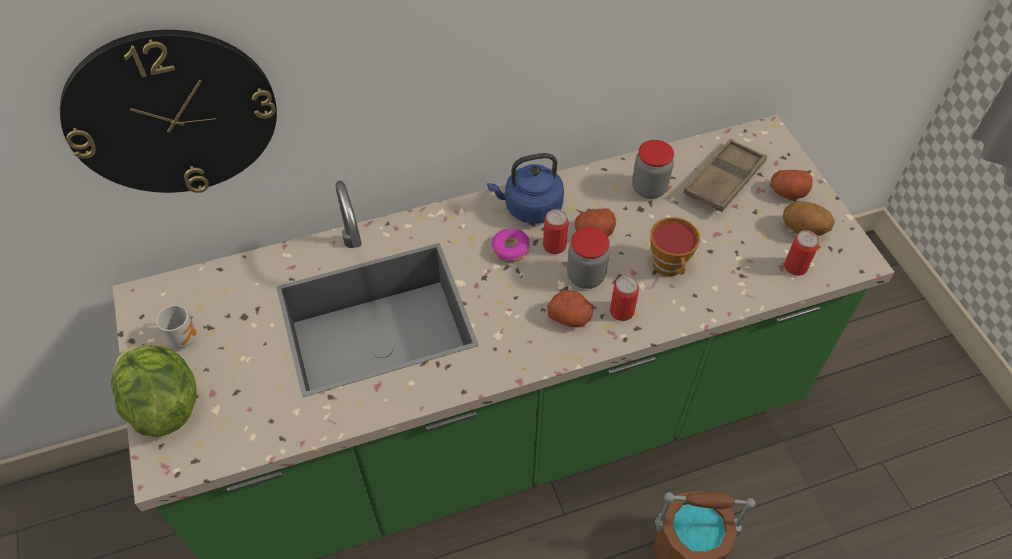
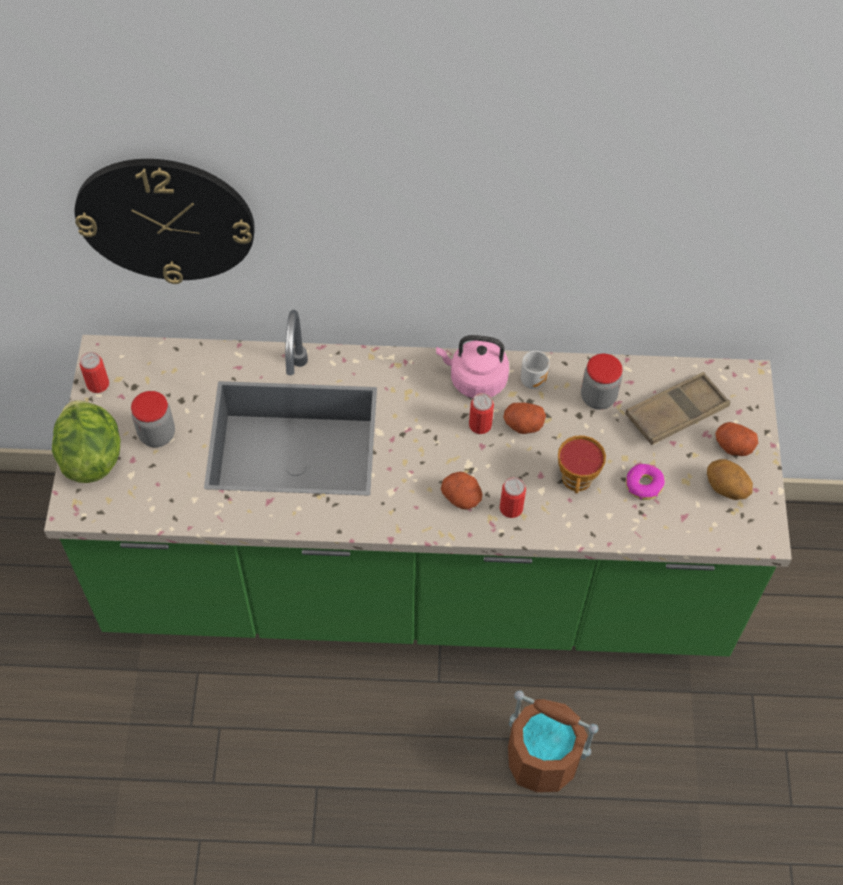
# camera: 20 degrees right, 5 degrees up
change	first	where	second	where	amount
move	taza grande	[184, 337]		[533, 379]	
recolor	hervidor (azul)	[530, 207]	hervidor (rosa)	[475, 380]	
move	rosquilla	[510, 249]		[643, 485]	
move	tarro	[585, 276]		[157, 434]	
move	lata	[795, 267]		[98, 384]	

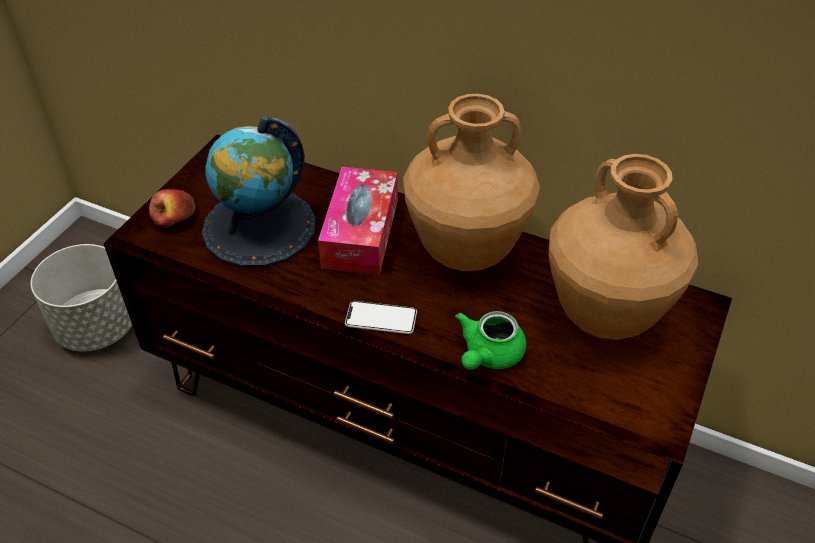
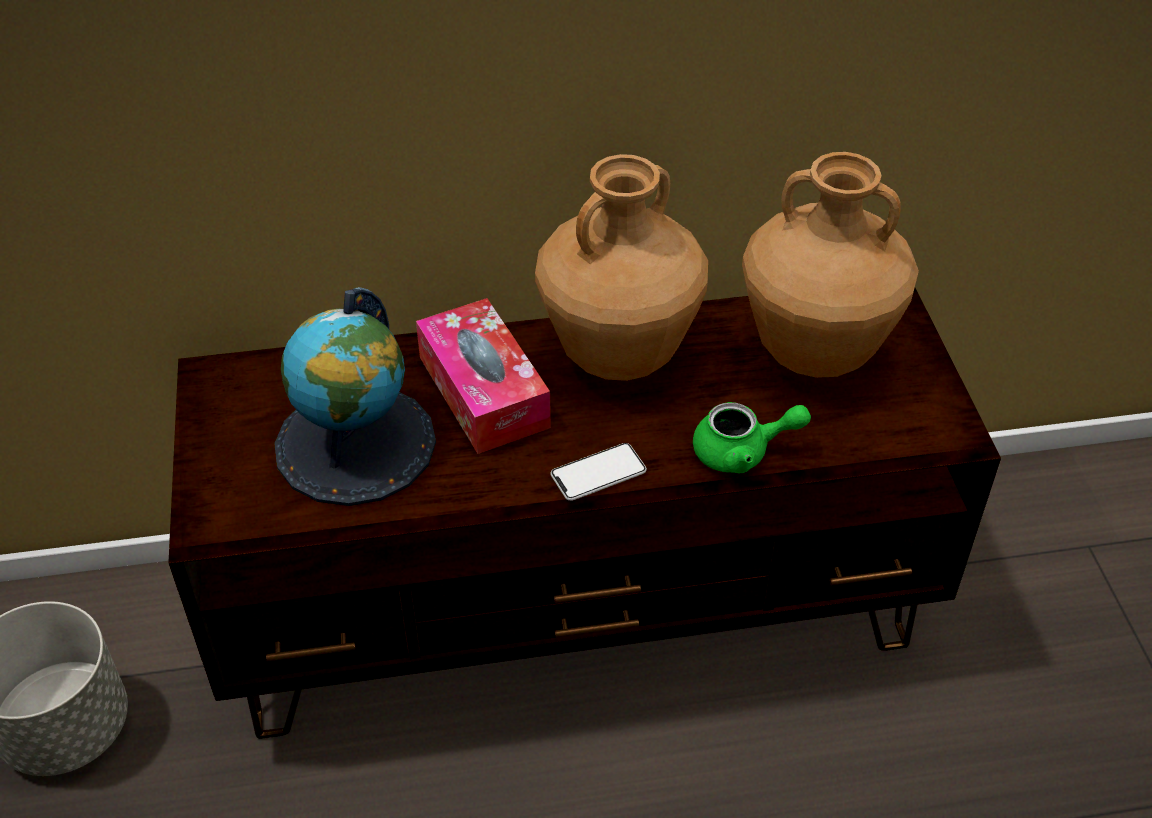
# camera: 35 degrees left, 0 degrees up
change	first	where	second	where	amount
delete	manzana	[174, 217]			
rotate	tetera (verde)	[488, 355]		[742, 452]	90 degrees counterclockwise

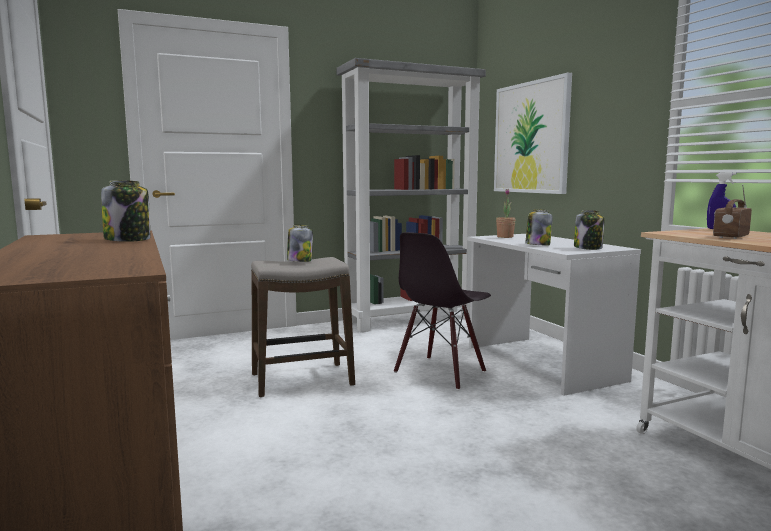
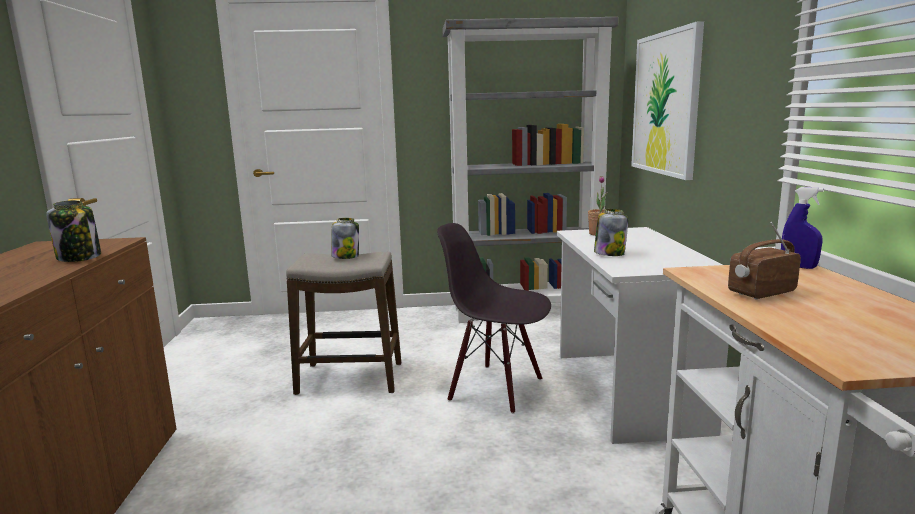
# camera: 20 degrees right, 5 degrees up
change	first	where	second	where	amount
rotate	silla (negro)	[440, 372]		[496, 388]	60 degrees clockwise
delete	tarro	[588, 248]			

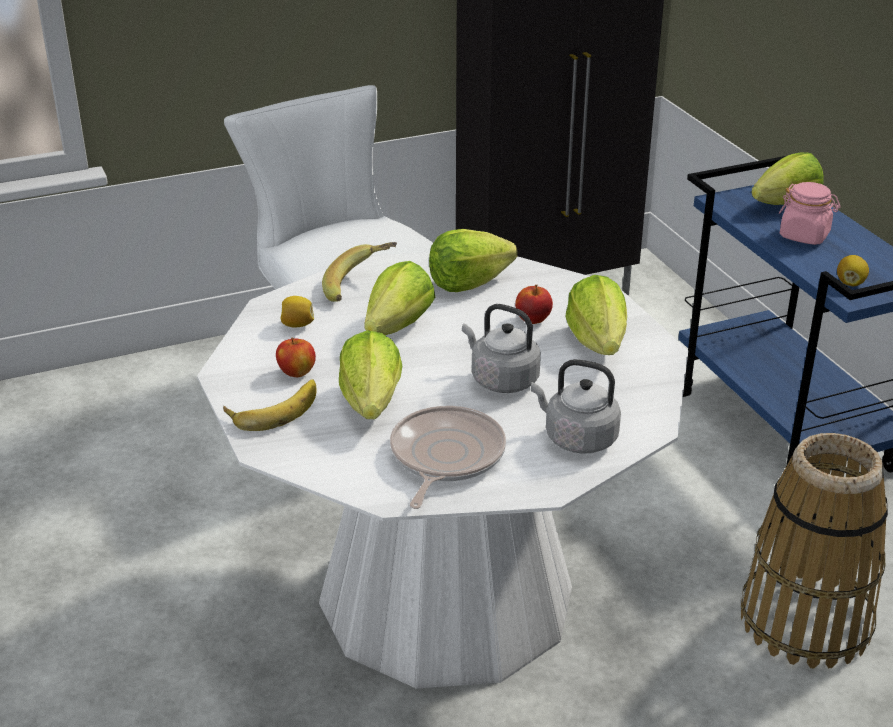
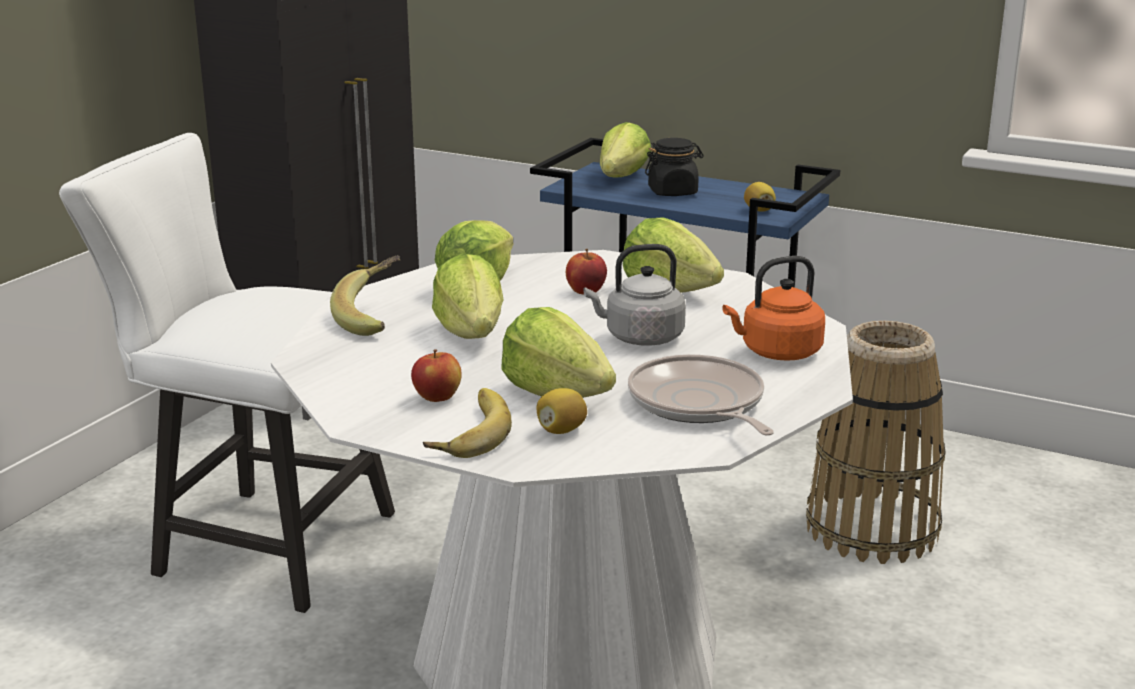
# camera: 40 degrees left, 10 degrees down
change	first	where	second	where	amount
move	limón	[297, 325]		[561, 430]	
recolor	hervidor (gris)	[577, 438]	hervidor (naranja)	[777, 352]	
recolor	tarro (rosa)	[804, 235]	tarro (negro)	[673, 192]	

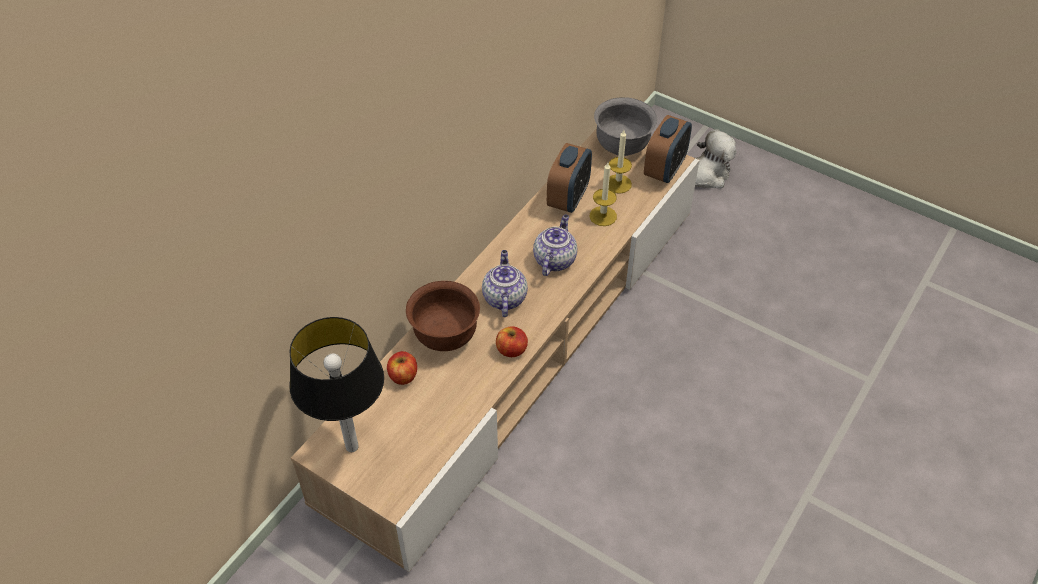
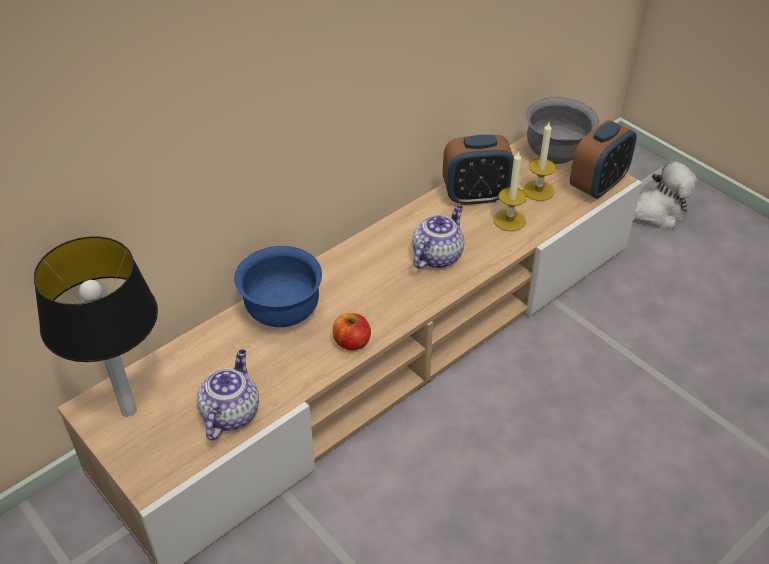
# camera: 15 degrees right, 5 degrees down
change	first	where	second	where	amount
delete	manzana	[403, 376]			
recolor	cuenco (marrón)	[445, 336]	cuenco (azul)	[283, 312]	
move	tetera	[504, 298]		[230, 413]	
rotate	despertador	[568, 198]		[476, 196]	45 degrees clockwise

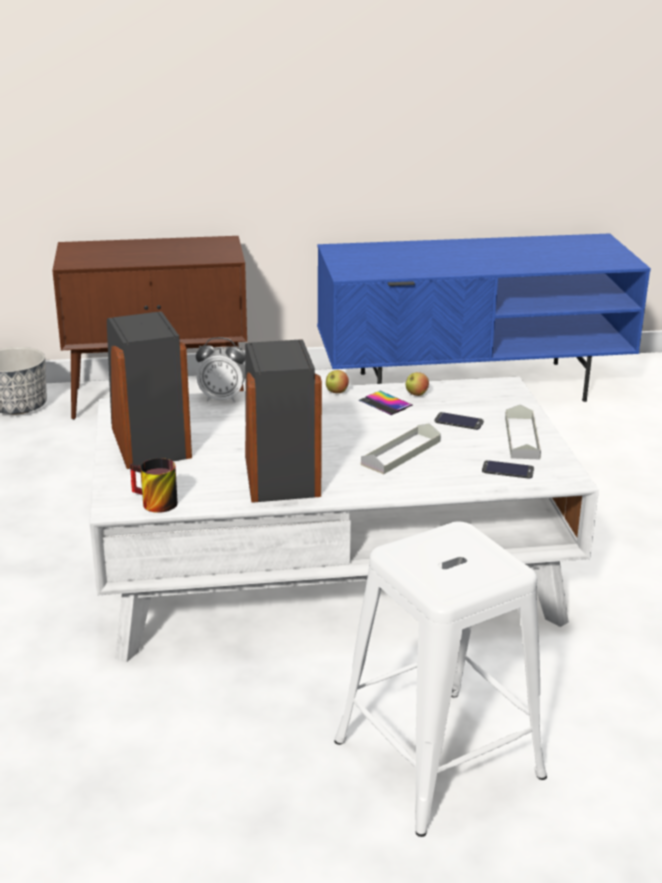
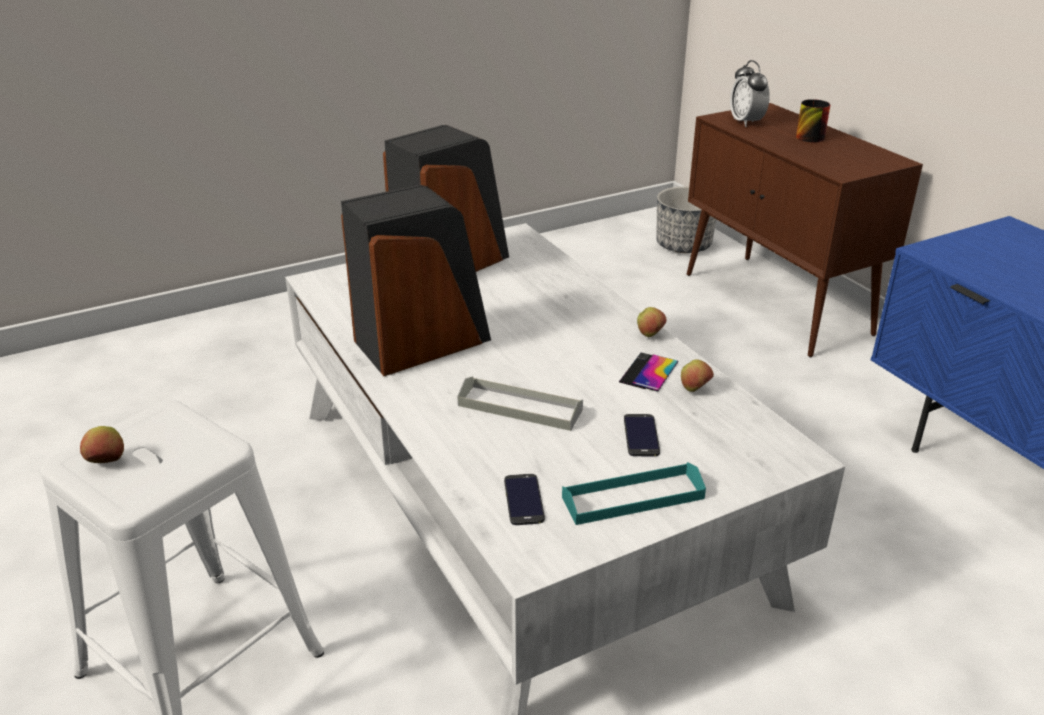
# camera: 70 degrees right, 5 degrees up
change	first	where	second	where	amount
move	taza grande	[153, 503]		[807, 135]	
move	despertador	[222, 398]		[746, 122]	
recolor	bandeja (gris)	[522, 437]	bandeja (turquesa)	[633, 498]	
insert			manzana	[107, 462]	

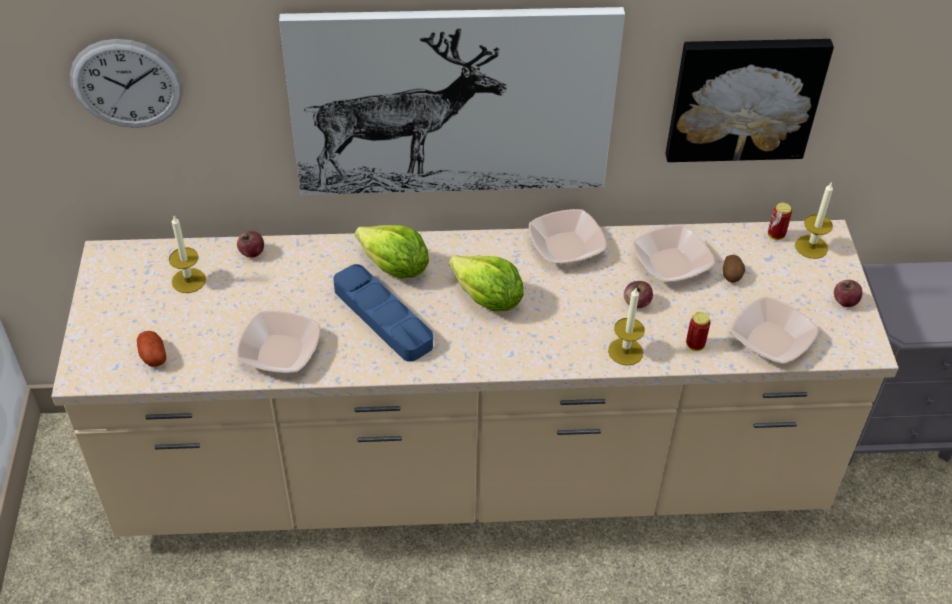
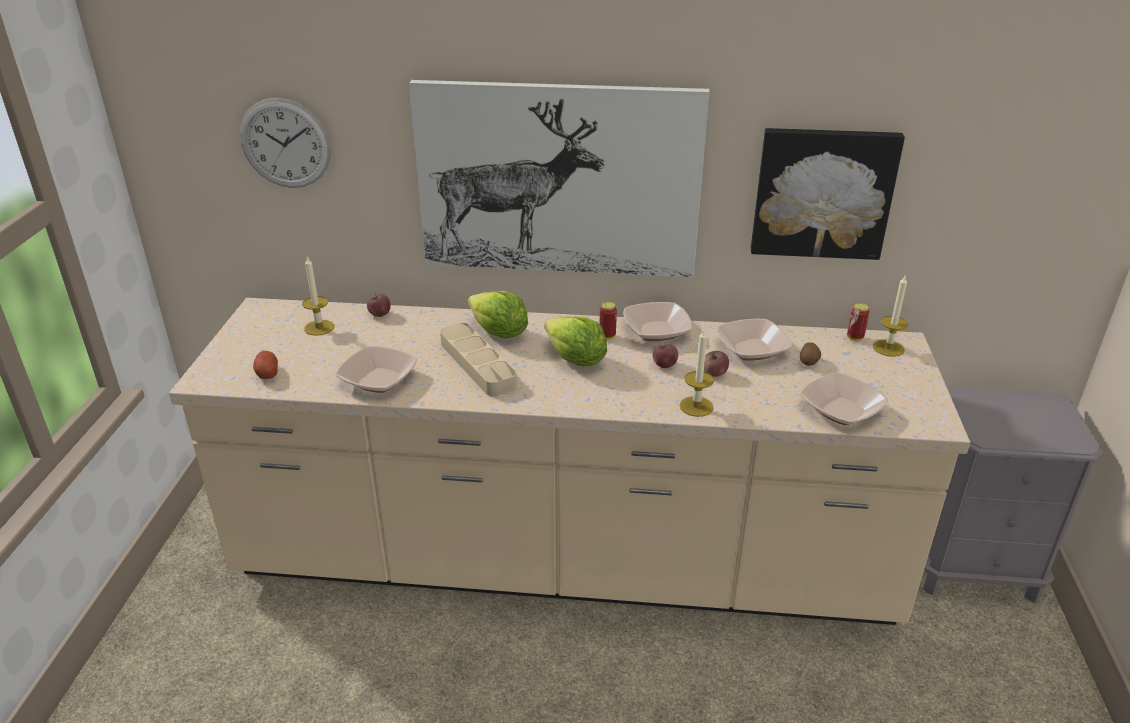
# camera: 10 degrees right, 15 degrees down
change	first	where	second	where	amount
recolor	bandeja (azul)	[382, 317]	bandeja (beis)	[477, 364]	
move	lata	[695, 345]		[607, 336]	
move	manzana	[844, 301]		[664, 365]	

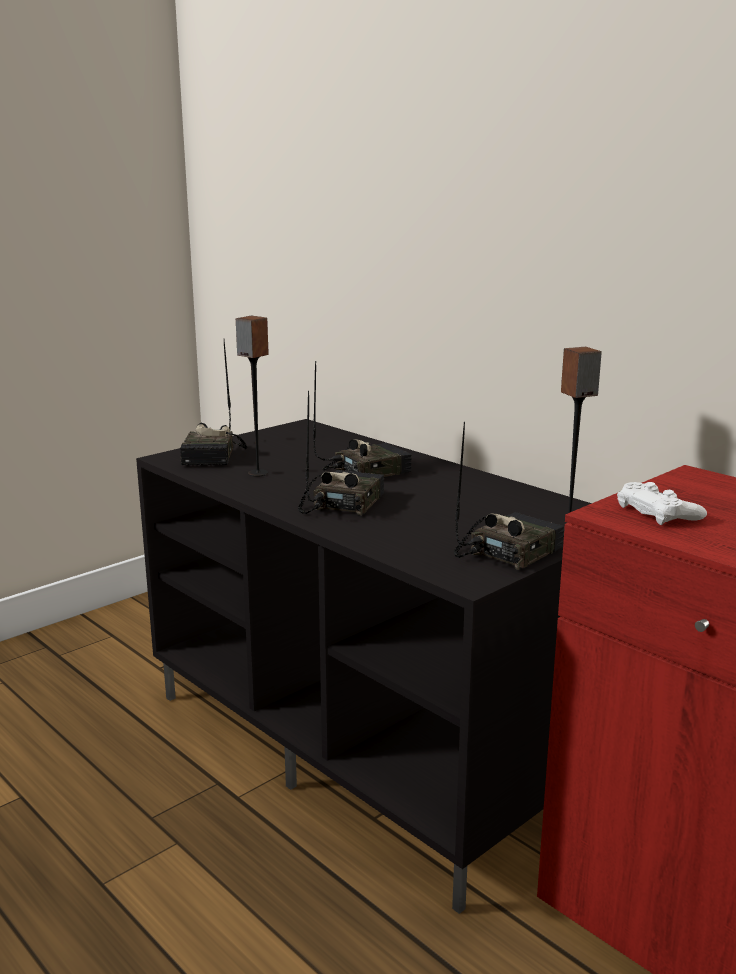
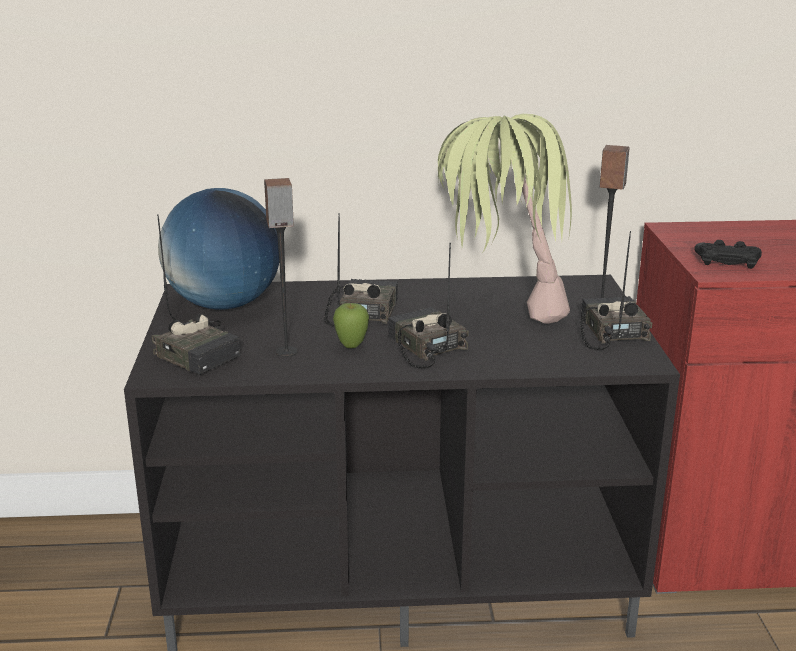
# camera: 50 degrees left, 5 degrees up
change	first	where	second	where	amount
recolor	mando de consola (blanco)	[658, 512]	mando de consola (negro)	[727, 260]	
insert			globo terráqueo	[224, 304]	
insert			manzana	[351, 347]	
insert			planta en maceta	[498, 316]	

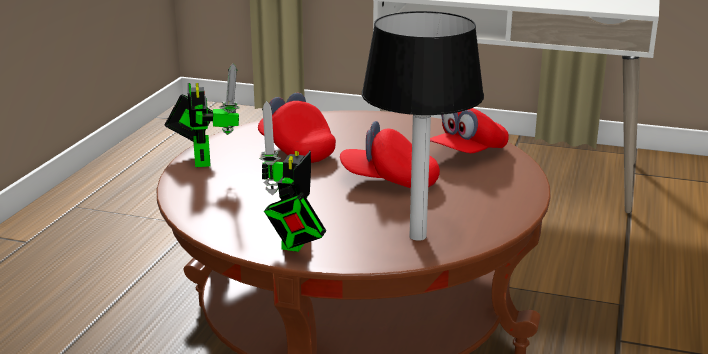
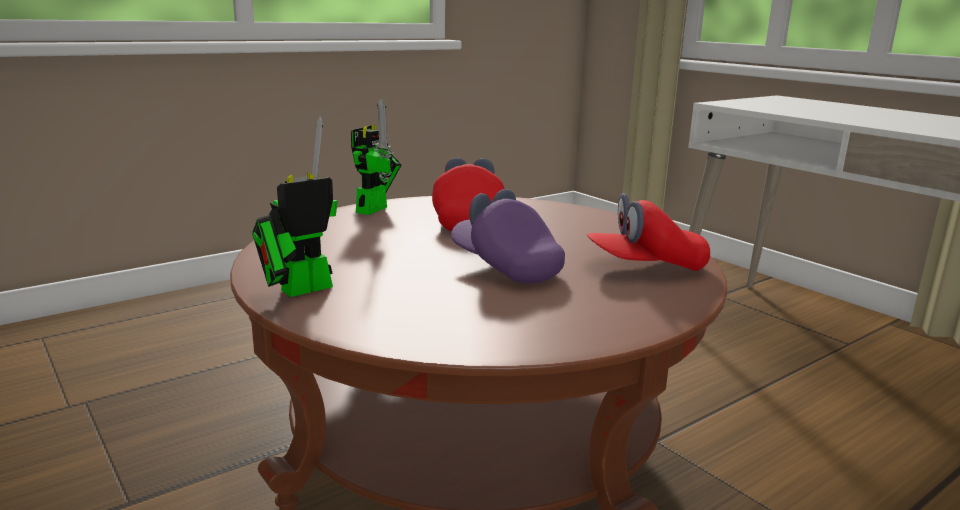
# camera: 35 degrees right, 5 degrees down
change	first	where	second	where	amount
recolor	gorra (rojo)	[389, 181]	gorra (morado)	[505, 267]	
delete	lámpara de mesa	[419, 236]			

